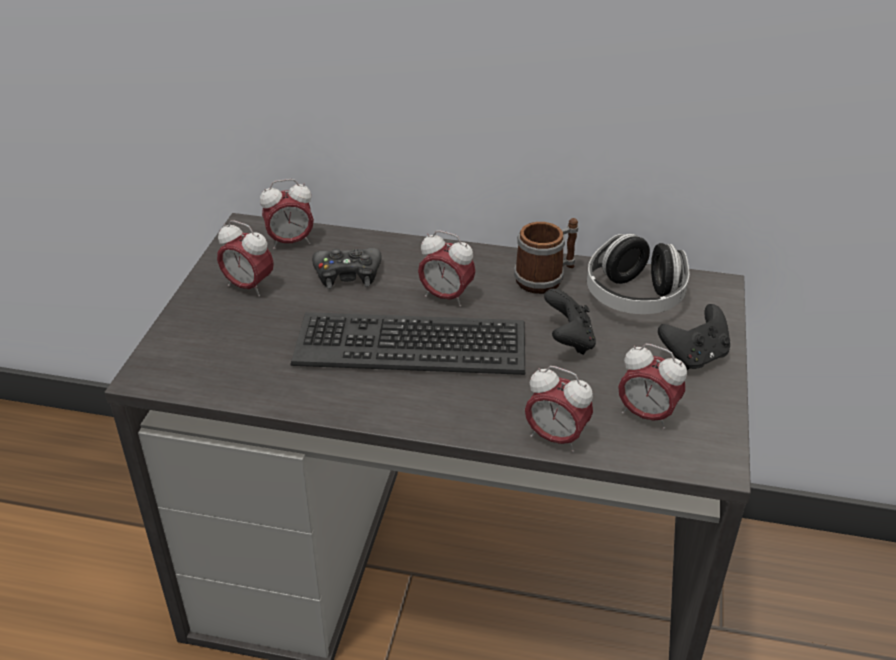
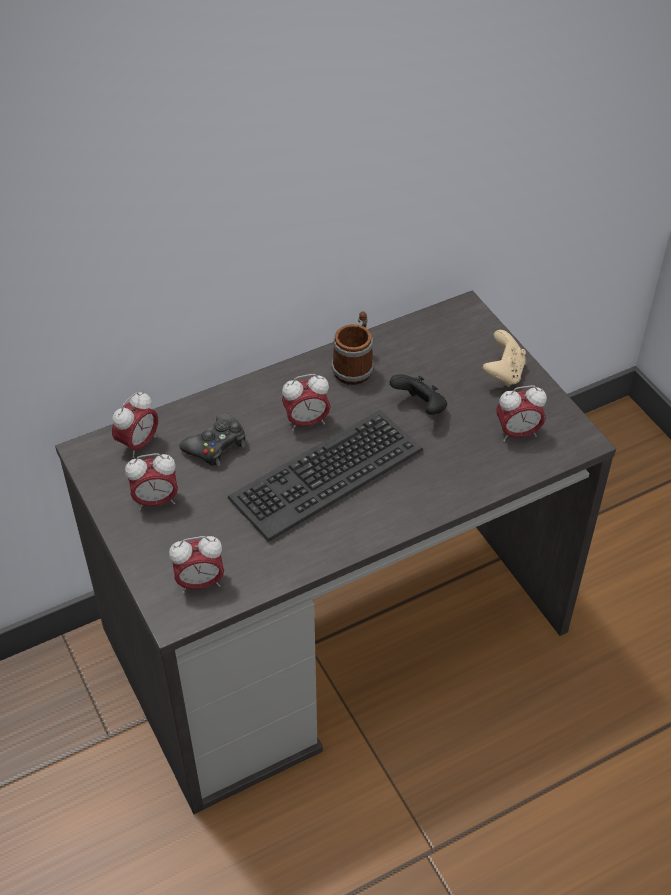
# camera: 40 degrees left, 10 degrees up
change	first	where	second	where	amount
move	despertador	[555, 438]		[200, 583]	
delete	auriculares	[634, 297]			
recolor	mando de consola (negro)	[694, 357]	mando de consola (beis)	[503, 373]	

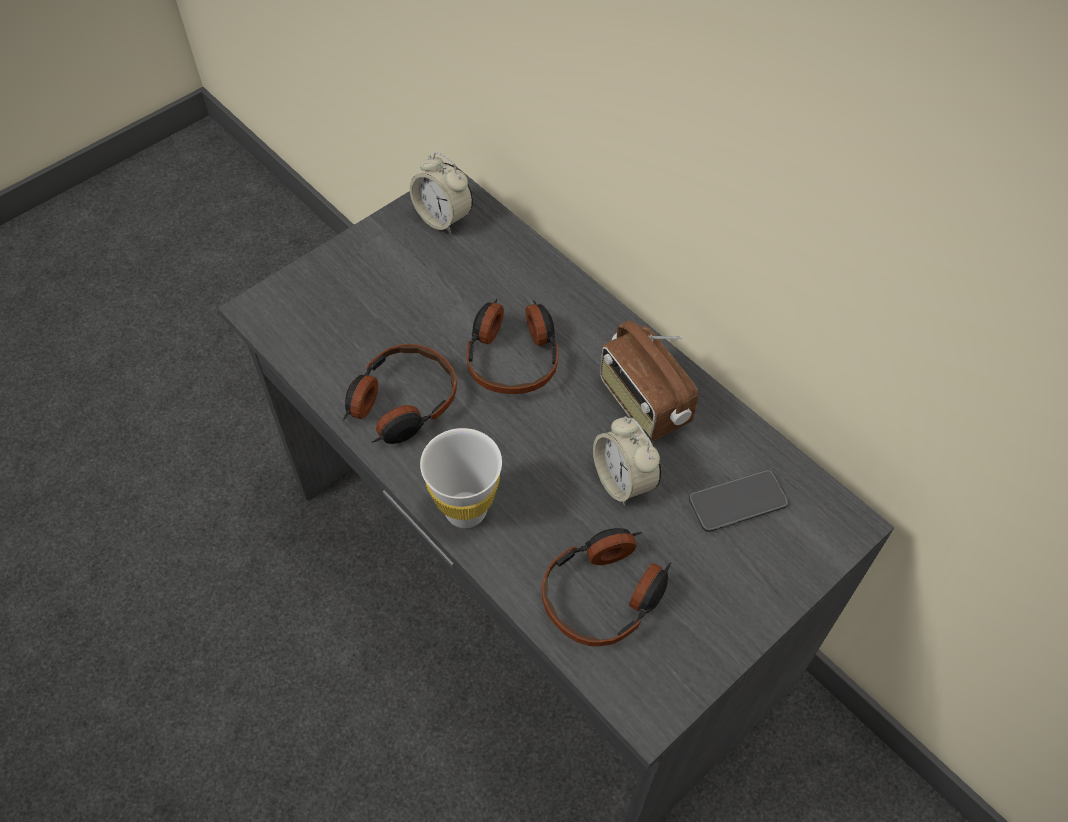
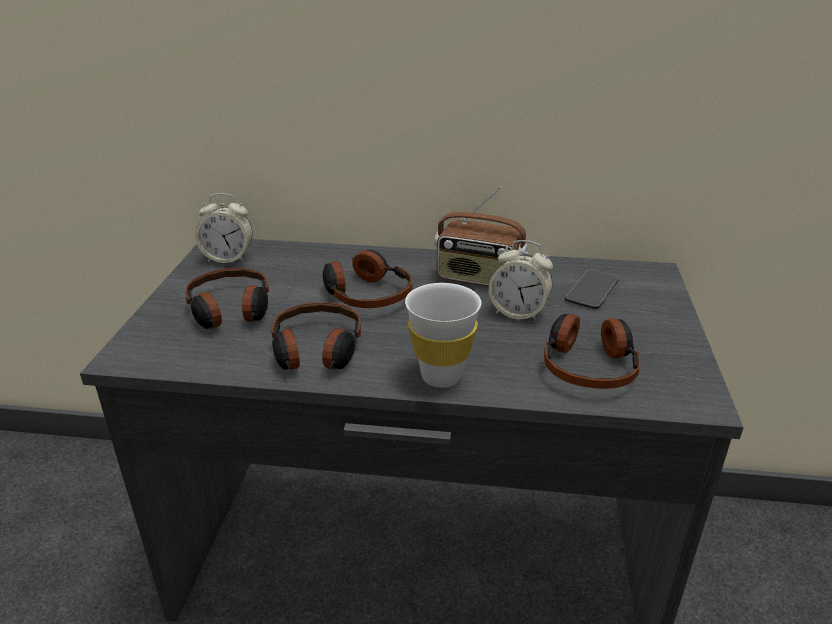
# camera: 40 degrees left, 25 degrees down
change	first	where	second	where	amount
insert			auriculares	[230, 310]	

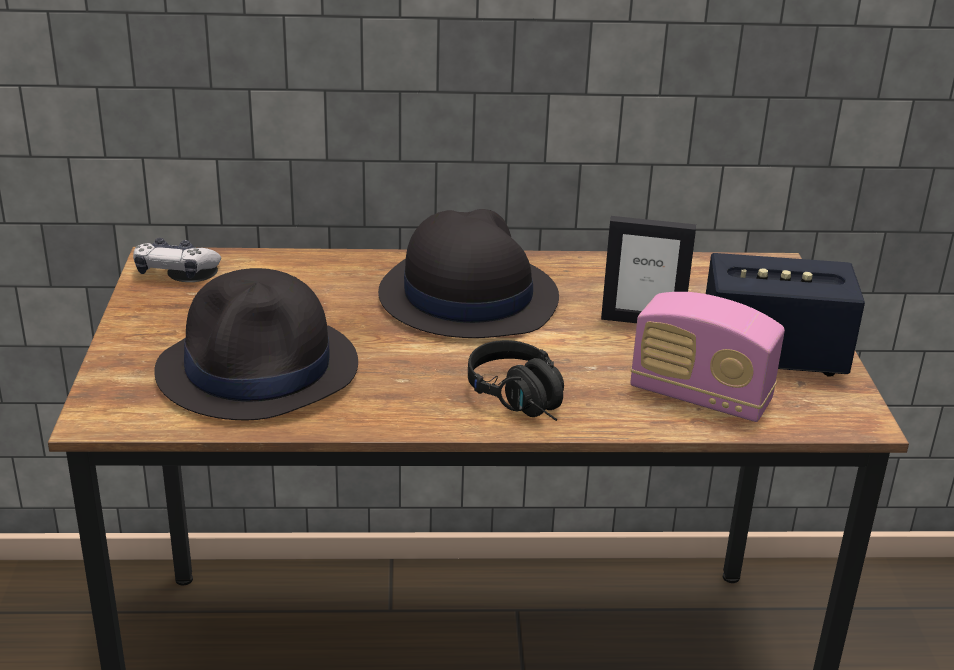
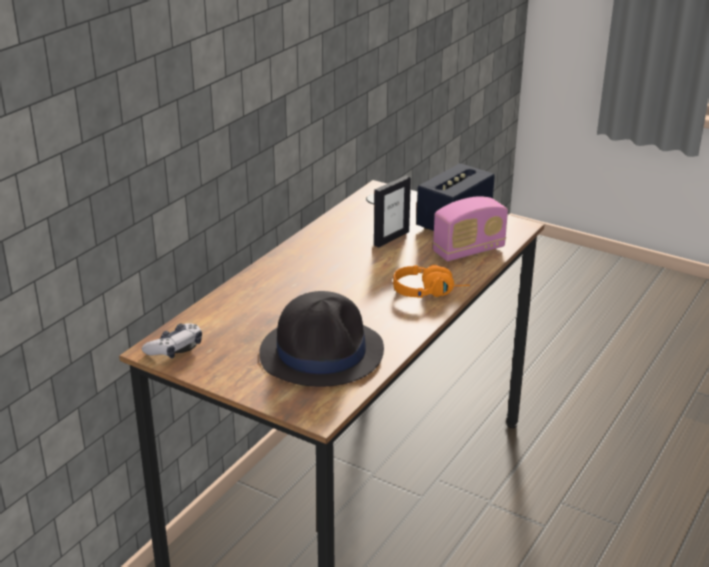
# camera: 55 degrees left, 0 degrees up
change	first	where	second	where	amount
delete	sombrero (negro)	[467, 297]			
recolor	auriculares (negro)	[525, 401]	auriculares (naranja)	[430, 292]	

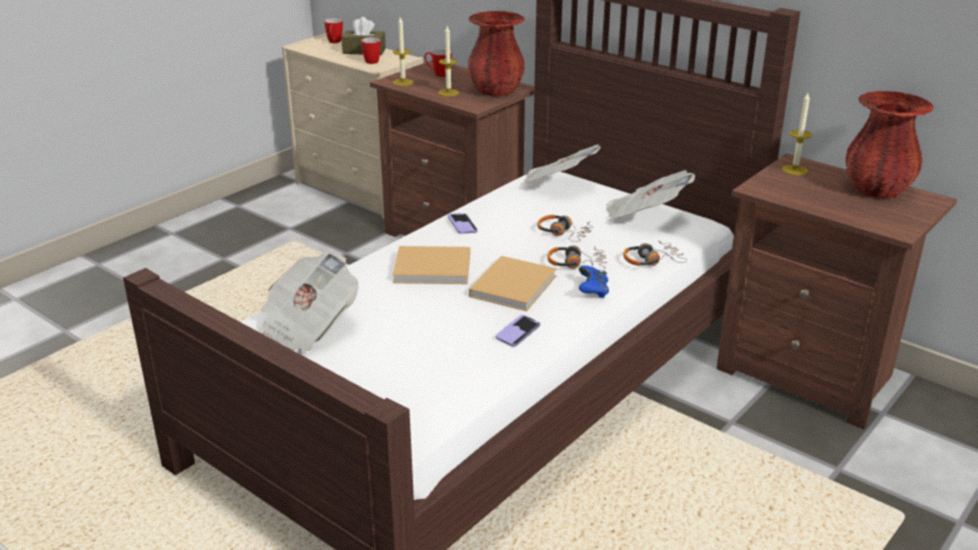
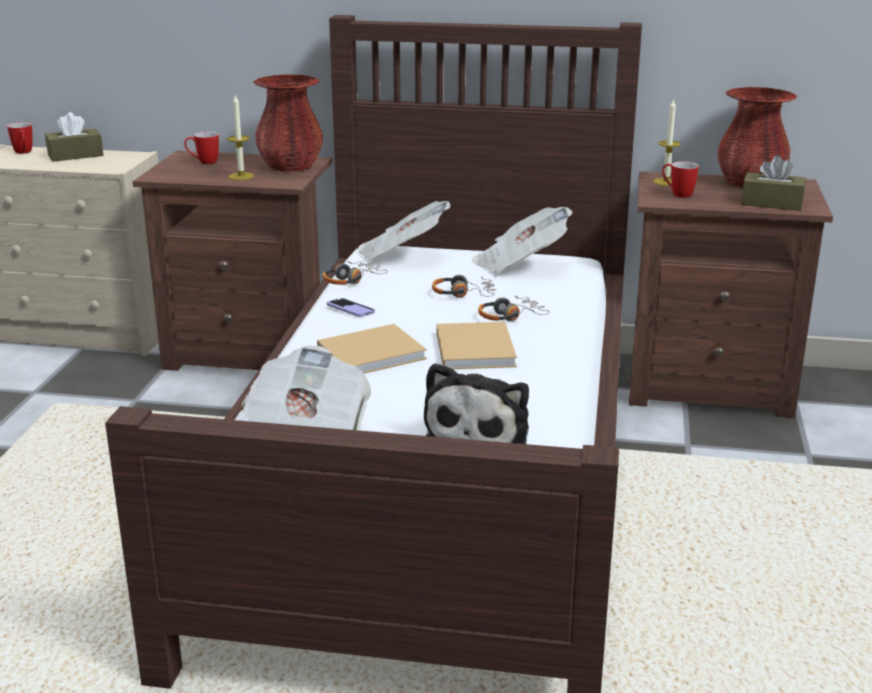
# camera: 30 degrees left, 5 degrees down
change	first	where	second	where	amount
move	taza grande	[370, 60]		[677, 194]	
delete	vela	[403, 82]			
delete	móvil	[518, 332]			
delete	mando de consola (azul)	[593, 291]			
move	auriculares	[652, 260]		[351, 280]	
insert			peluche	[480, 435]	
insert			caja de pañuelos (marrón)	[771, 203]	

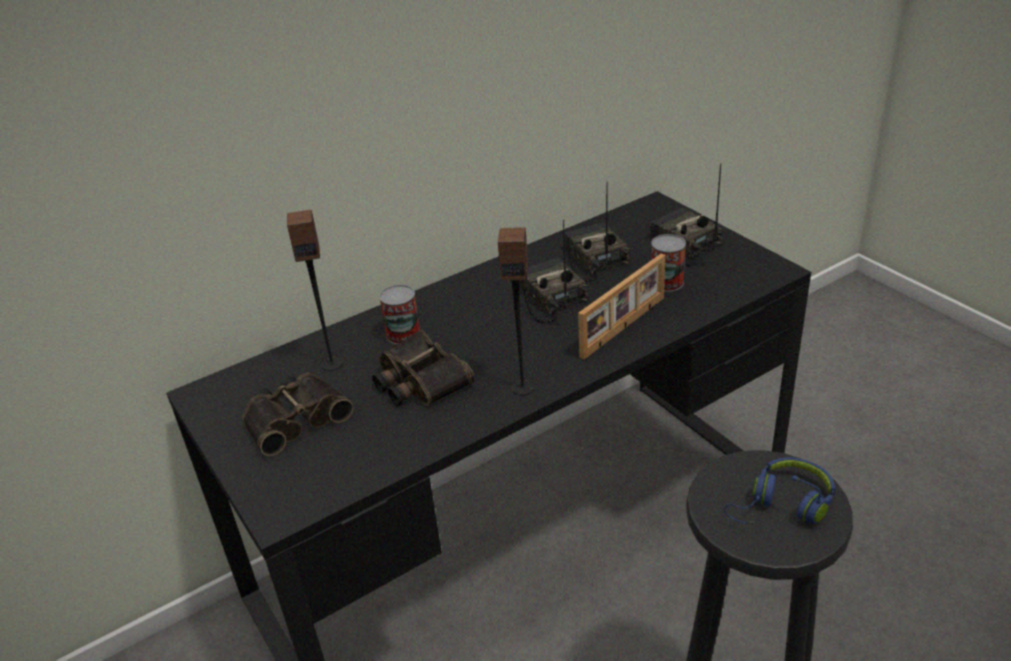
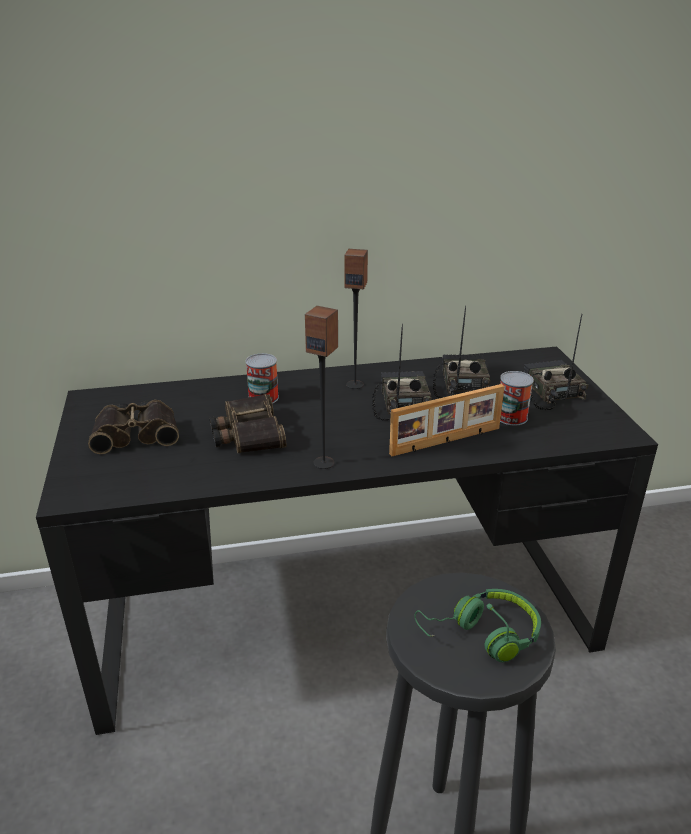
# camera: 20 degrees right, 5 degrees down
change	first	where	second	where	amount
move	altavoz	[332, 364]		[355, 384]	
recolor	auriculares (azul)	[782, 506]	auriculares (verde)	[482, 635]	

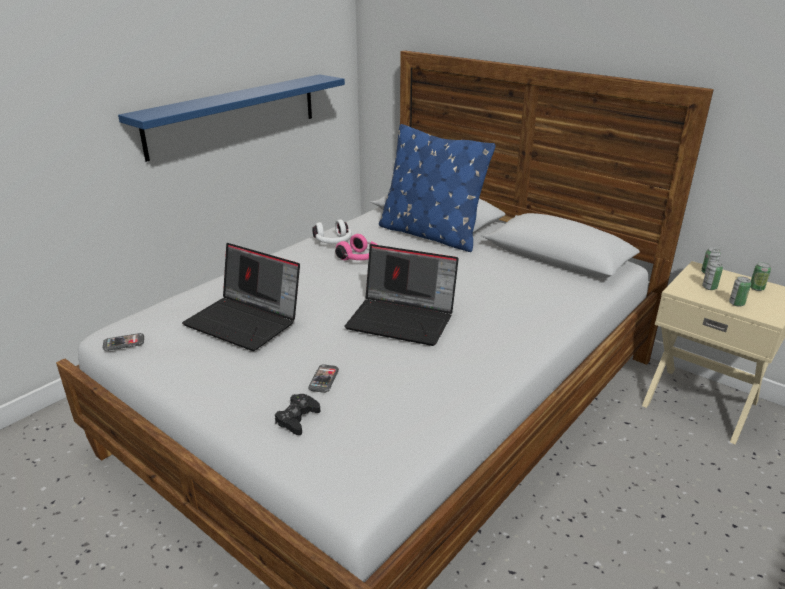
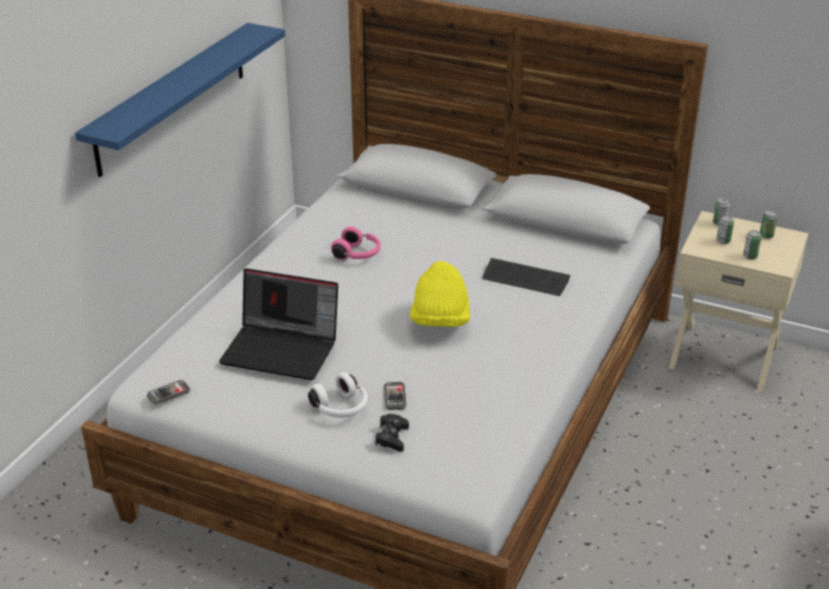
# camera: 15 degrees left, 5 degrees up
change	first	where	second	where	amount
move	auriculares (blanco)	[333, 242]		[341, 408]	
replace	portátil	[403, 319]	sombrero (amarillo)	[440, 322]	
delete	cojín (azul)	[430, 234]			
insert			teclado	[525, 279]	

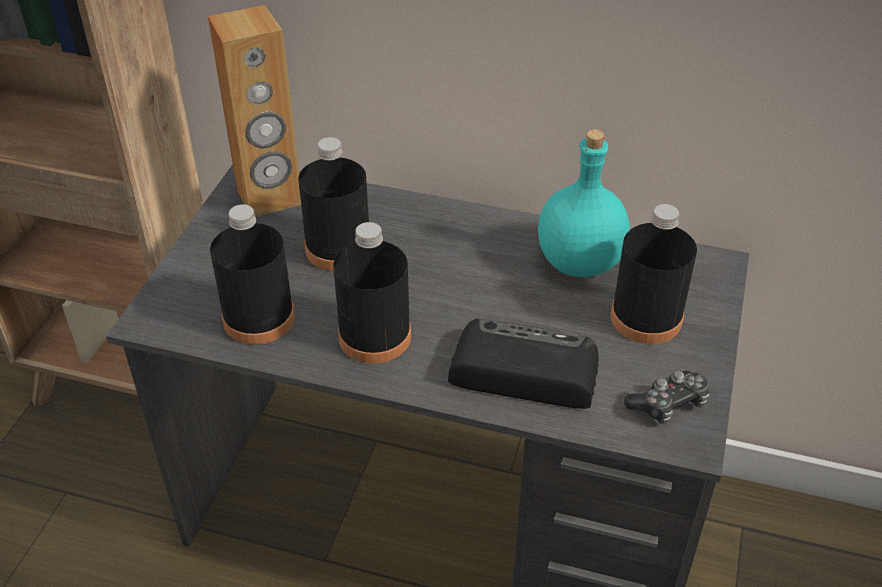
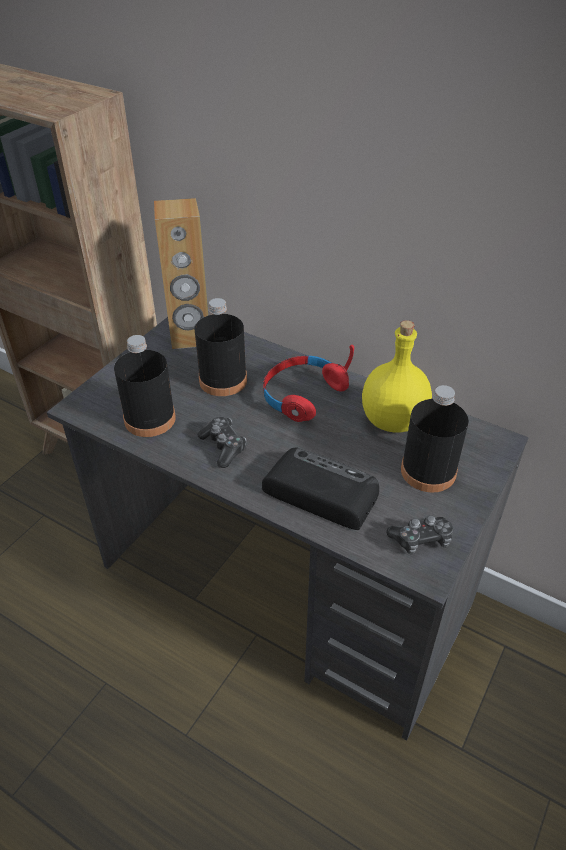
# camera: 15 degrees right, 0 degrees up
change	first	where	second	where	amount
replace	botella (negro)	[375, 336]	mando de consola	[223, 447]	
recolor	botella (turquesa)	[579, 263]	botella (amarillo)	[392, 421]	
insert			auriculares (rojo)	[302, 395]	

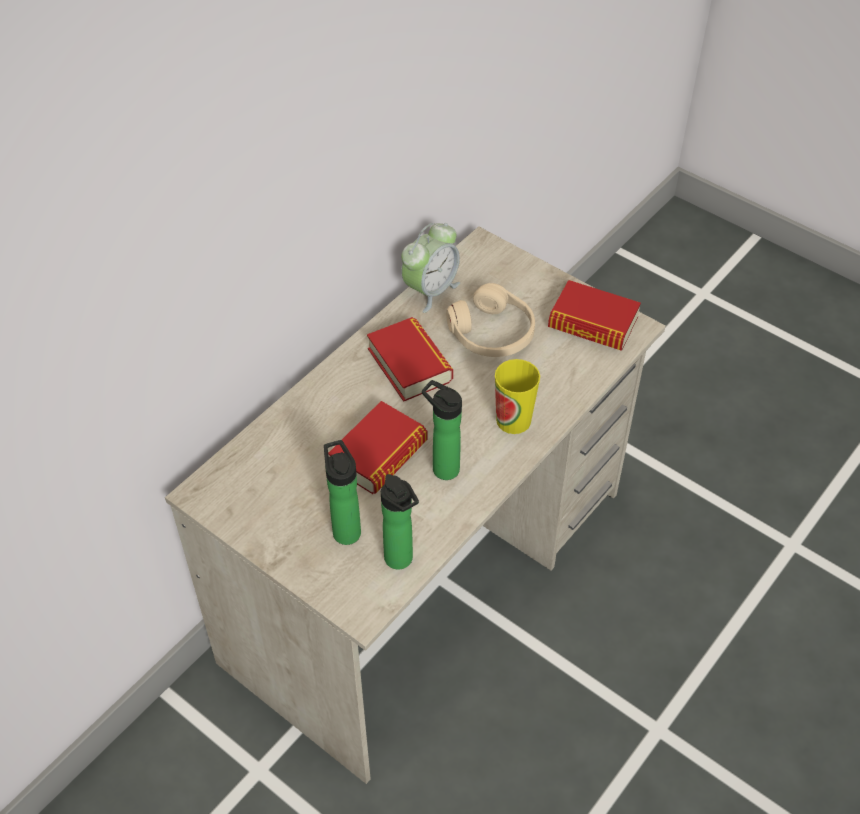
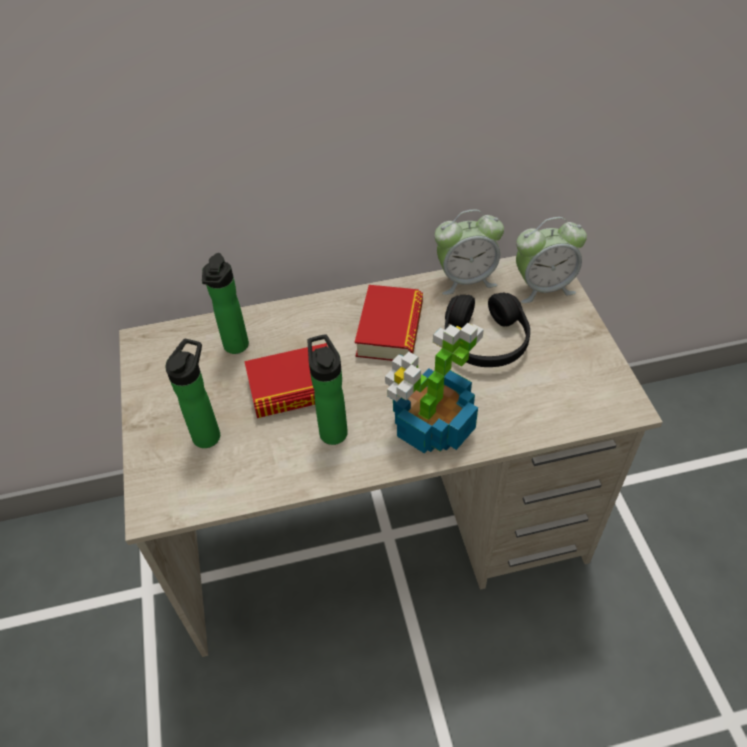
# camera: 40 degrees right, 0 degrees up
change	first	where	second	where	amount
move	botella	[401, 561]		[235, 348]	
recolor	auriculares (beis)	[492, 333]	auriculares (negro)	[485, 341]	
replace	taza	[513, 420]	planta en maceta	[431, 425]	
delete	libro	[593, 323]			
insert			despertador	[543, 287]	

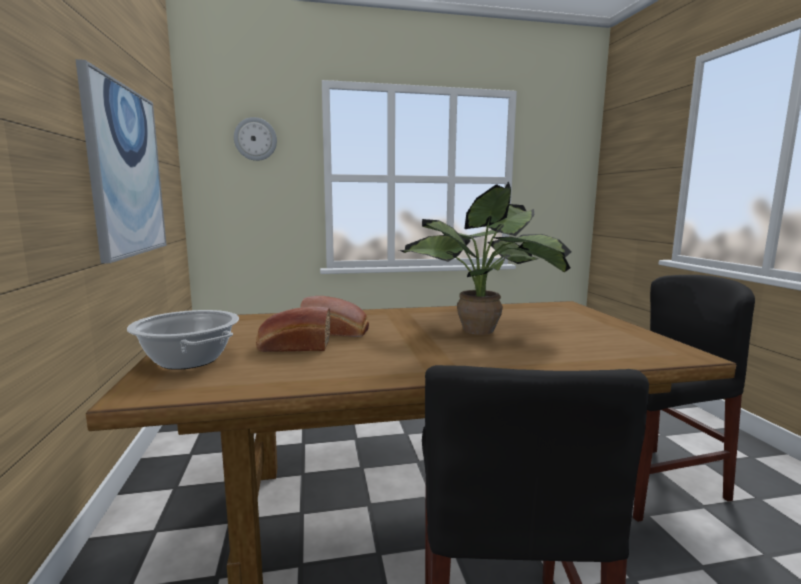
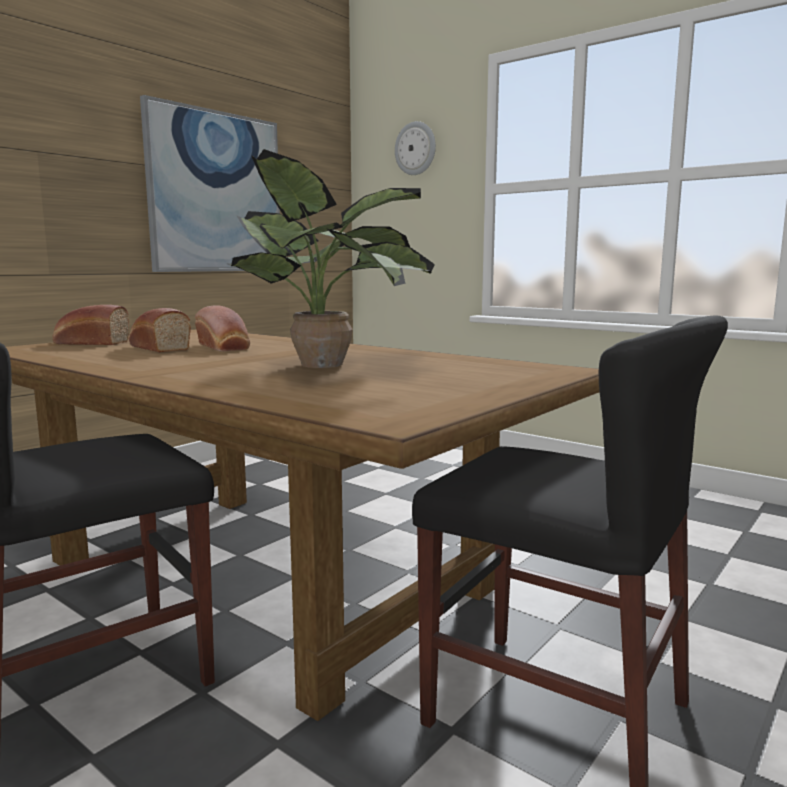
# camera: 50 degrees right, 0 degrees up
change	first	where	second	where	amount
replace	olla	[188, 360]	pan	[89, 343]	

